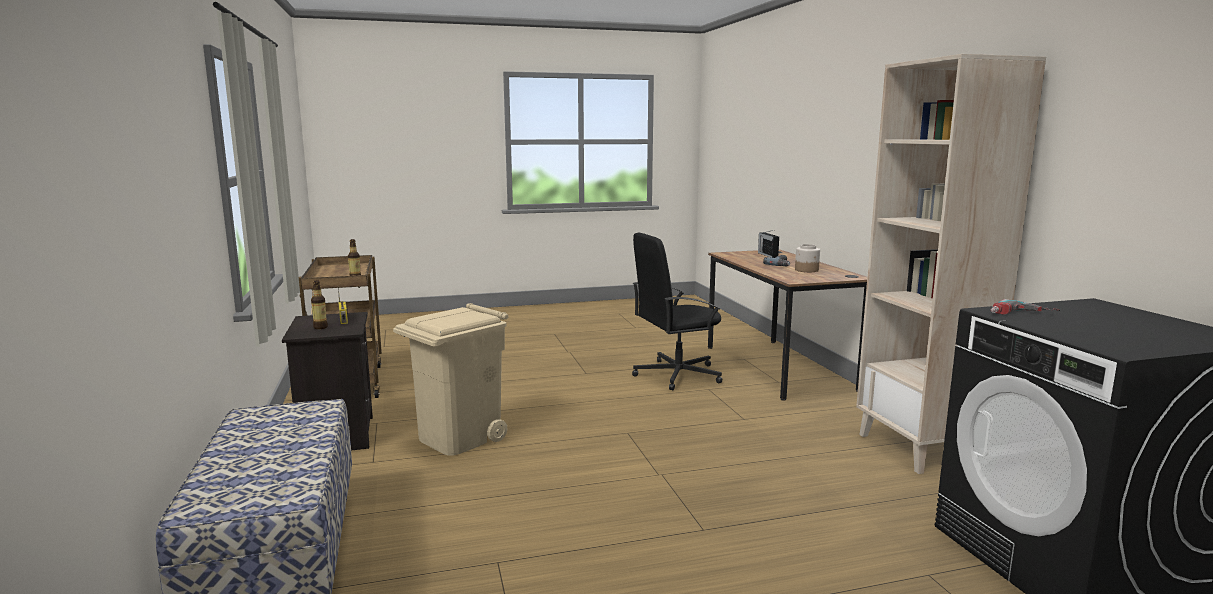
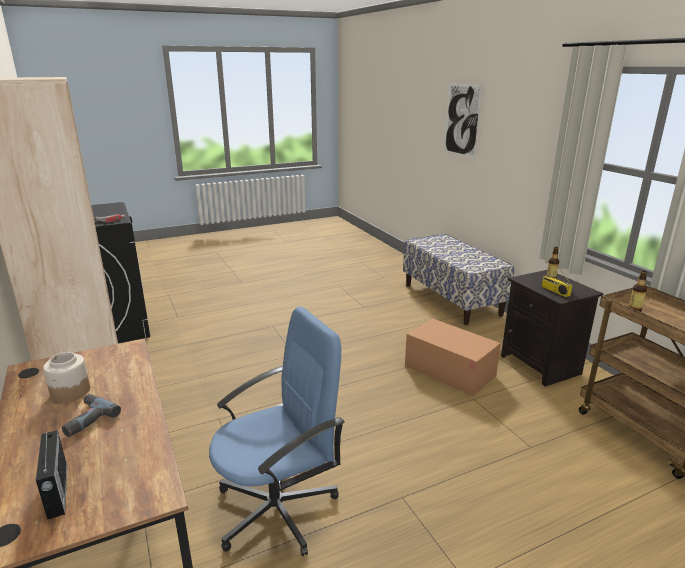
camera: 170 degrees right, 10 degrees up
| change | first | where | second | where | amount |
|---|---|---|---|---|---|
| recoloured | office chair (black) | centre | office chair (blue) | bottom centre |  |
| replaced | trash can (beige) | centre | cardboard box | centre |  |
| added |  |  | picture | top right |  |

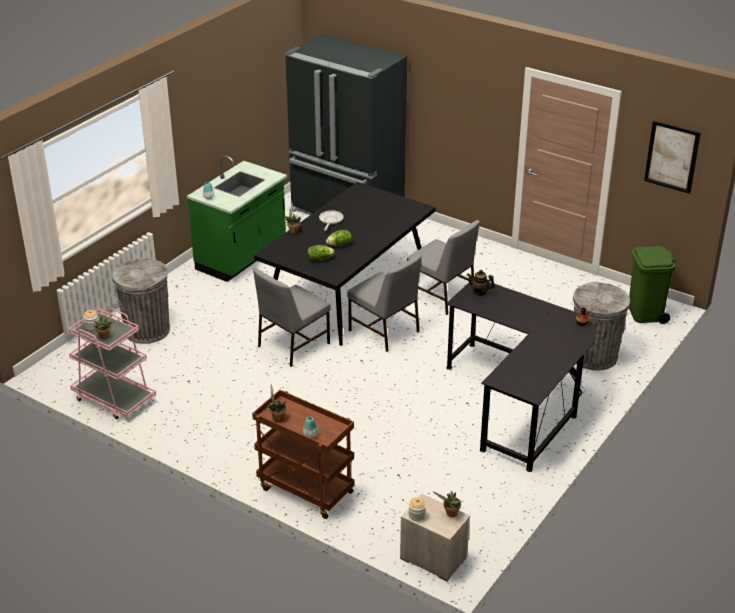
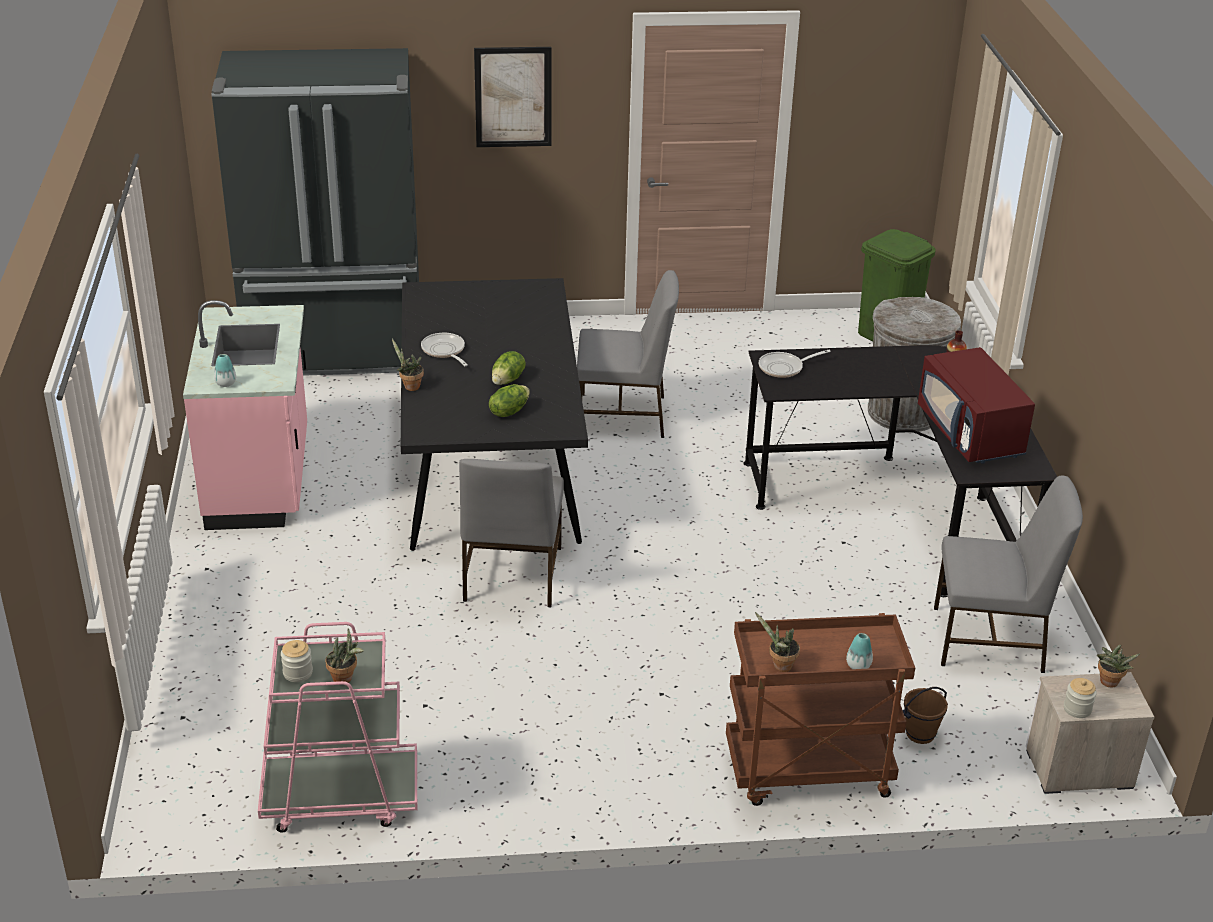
camera: 40 degrees left, 0 degrees up
| change | first | where | second | where | amount |
|---|---|---|---|---|---|
| recoloured | counter (green) | middle left | counter (pink) | middle left |  |
| moved | picture | top right |  | top centre |  |
| replaced | teapot | centre | frying pan (2nd from left) | centre |  |
| added |  |  | bucket (brown) | bottom right |  |
| added |  |  | microwave (red) | middle right |  |
| moved | chair (grey) (2nd from left in the first image) | centre | chair (grey) (3rd from left) | middle right |  |
| removed | trash can (grey) (1st from left) | middle left |  |  |  |

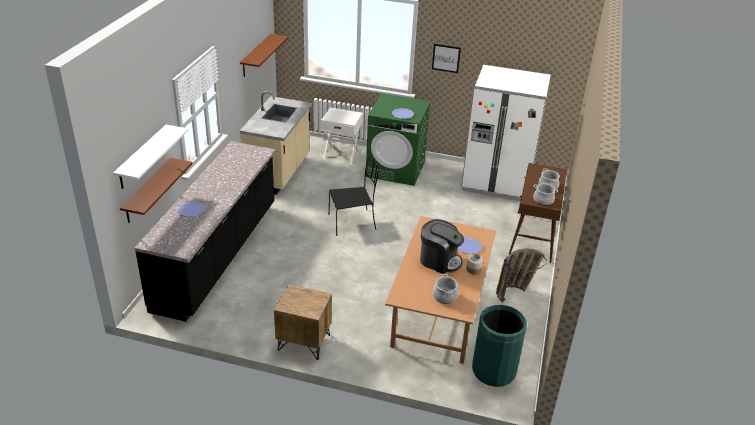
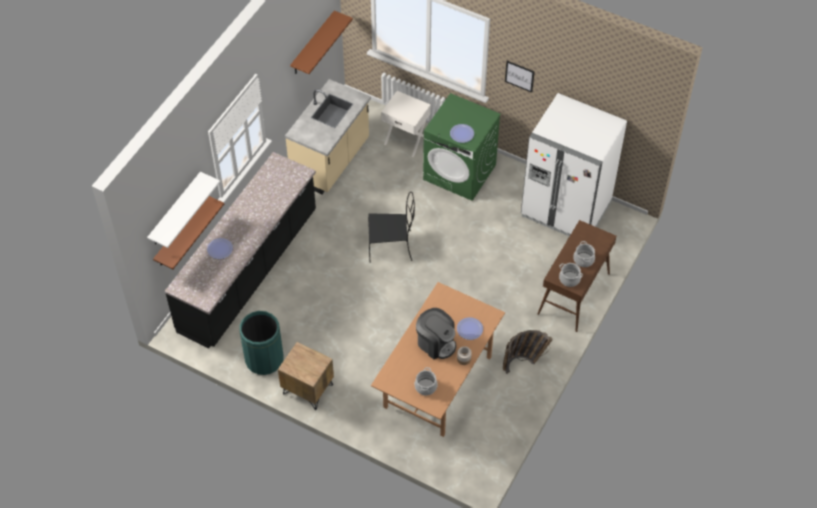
camera: 15 degrees right, 20 degrees up
| change | first | where | second | where | amount |
|---|---|---|---|---|---|
| moved | trash can (green) | bottom centre |  | bottom left |  |

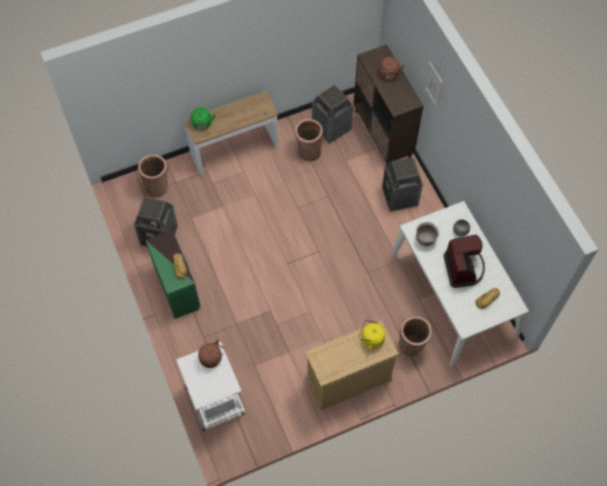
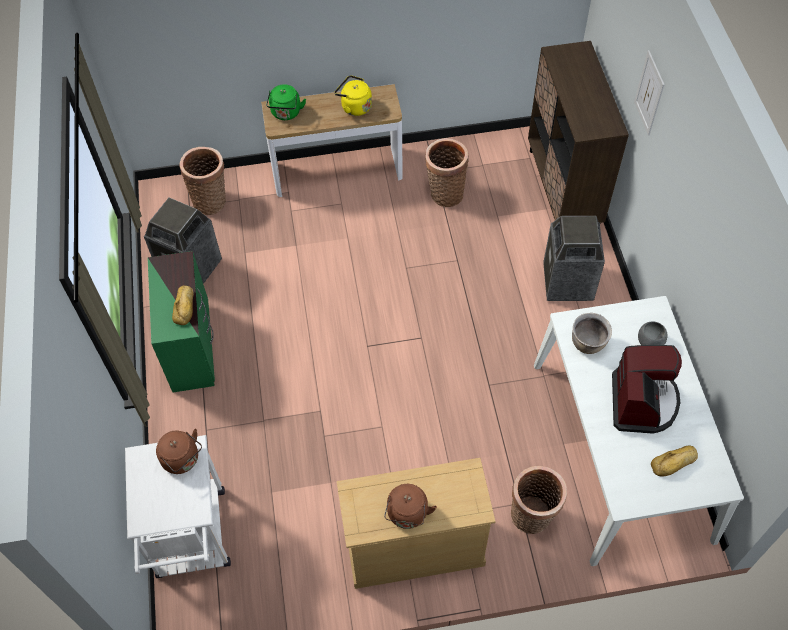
camera: 15 degrees right, 5 degrees down
| change | first | where | second | where | amount |
|---|---|---|---|---|---|
| moved | kettle (yellow) | bottom centre |  | top centre |  |
| moved | kettle (brown) (2nd from left) | top centre |  | bottom centre |  |
| removed | trash can (2nd from left) | top centre |  |  |  |

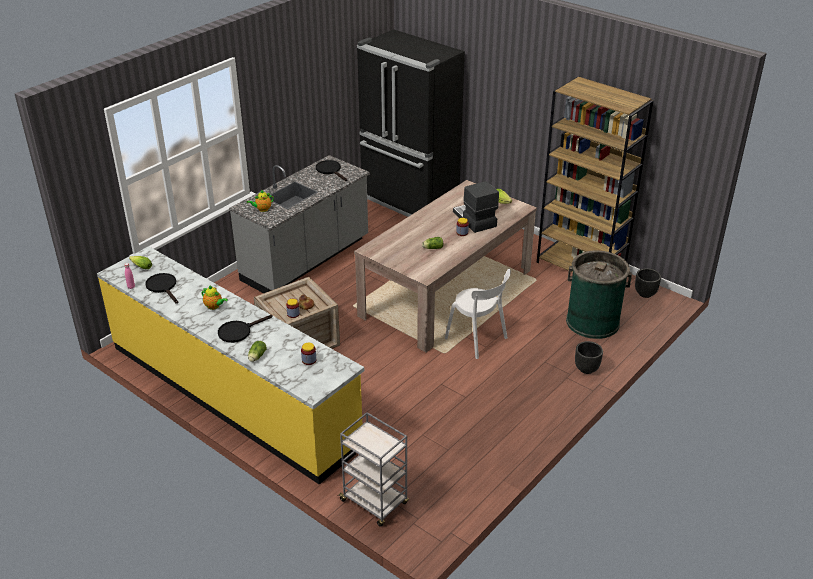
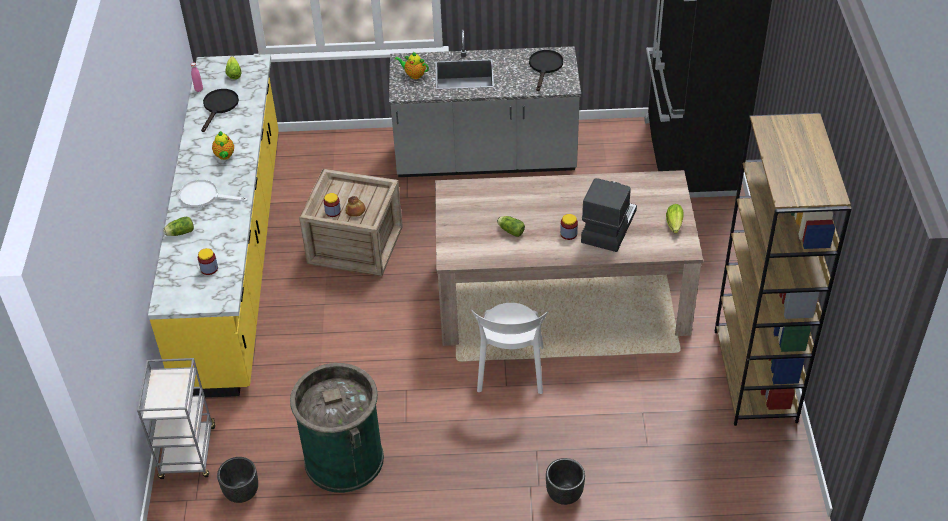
camera: 50 degrees right, 10 degrees up
| change | first | where | second | where | amount |
|---|---|---|---|---|---|
| recoloured | frying pan (black) (2nd from left) | middle left | frying pan (white) | middle left |  |
| moved | planter (black) (2nd from left in the first image) | middle right | planter (black) (1st from left) | bottom left |  |
| moved | trash can (green) | middle right |  | bottom centre |  |

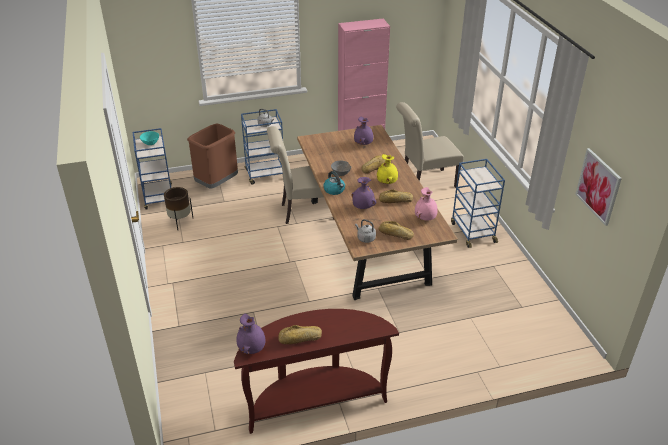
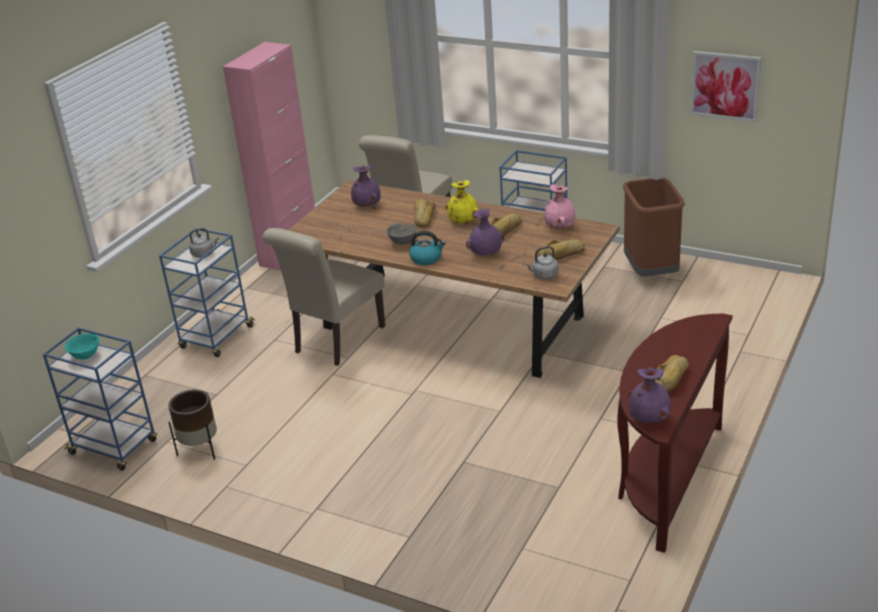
camera: 45 degrees left, 5 degrees down
| change | first | where | second | where | amount |
|---|---|---|---|---|---|
| moved | trash can (brown) | middle left |  | middle right |  |

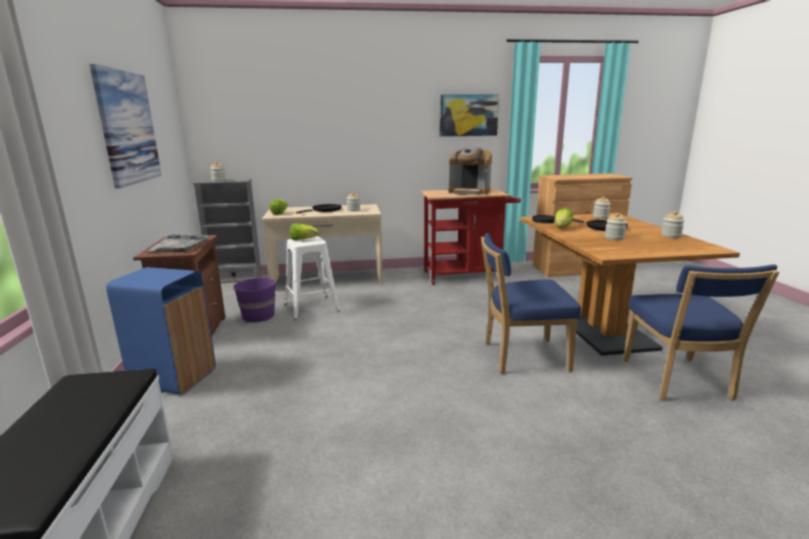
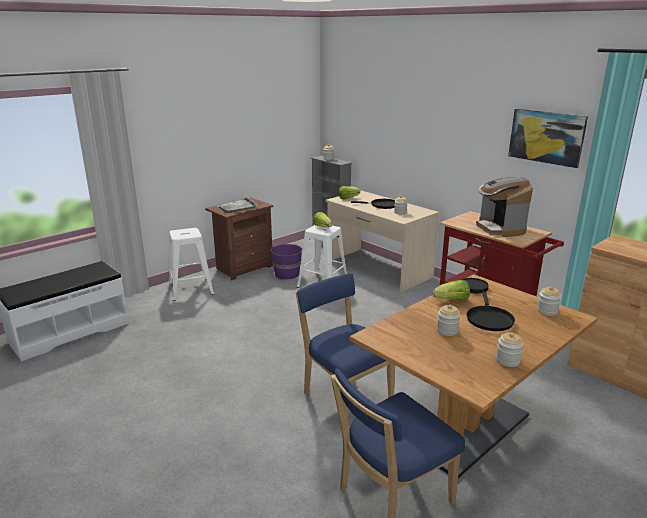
camera: 55 degrees right, 5 degrees up
| change | first | where | second | where | amount |
|---|---|---|---|---|---|
| replaced | trash can (blue) | middle left | stool (white) (1st from left) | middle left |  |
| removed | picture (1st from left) | top left |  |  |  |

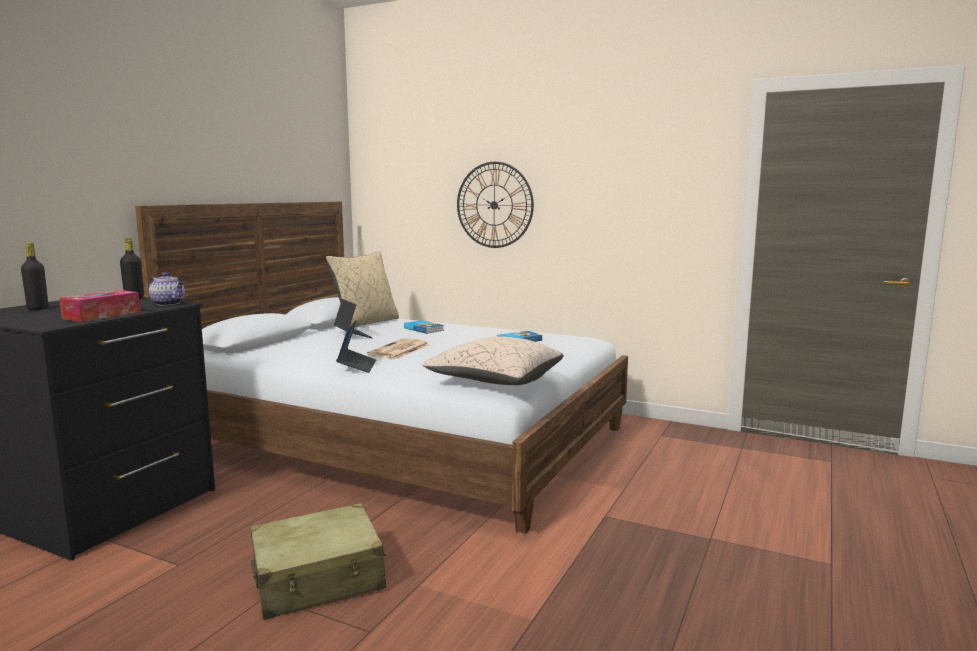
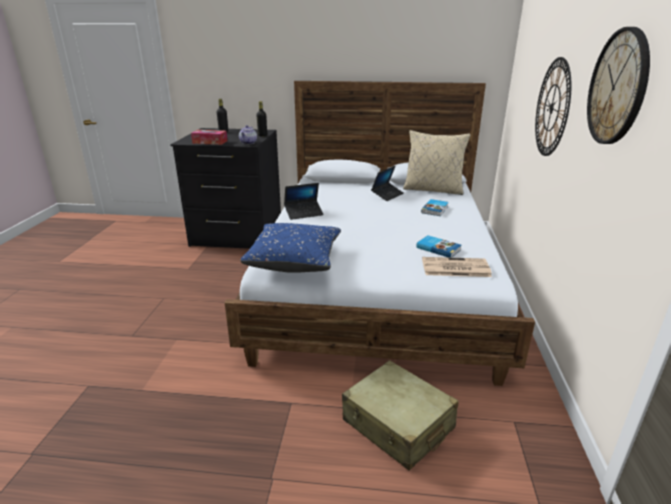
camera: 70 degrees right, 15 degrees up
| change | first | where | second | where | amount |
|---|---|---|---|---|---|
| recoloured | pillow (beige) (2nd from left) | centre | pillow (blue) | centre |  |
| moved | suitcase (beige) | bottom left |  | bottom centre |  |
| moved | newspaper | centre |  | middle right |  |
| added |  |  | wall clock (2nd from left) | top right |  |

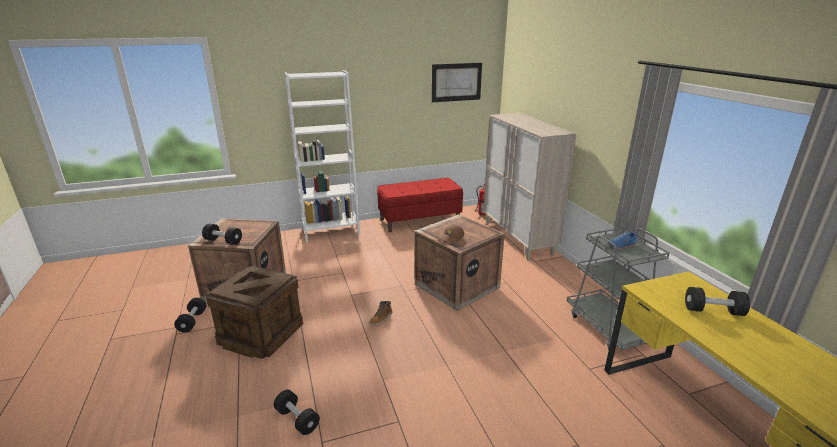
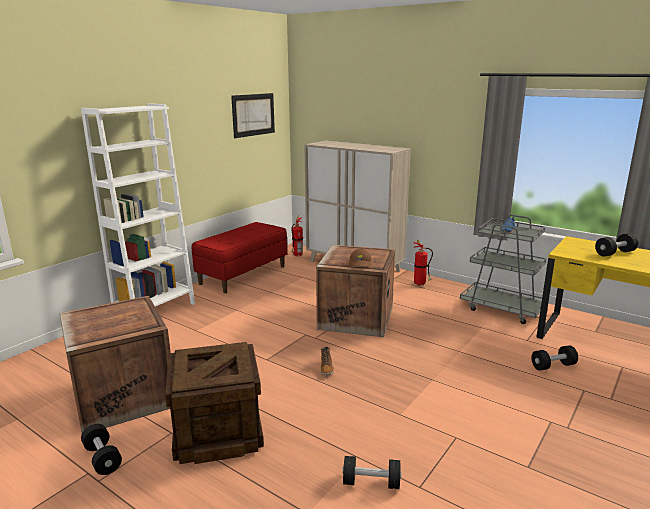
camera: 35 degrees left, 5 degrees down
| change | first | where | second | where | amount |
|---|---|---|---|---|---|
| added |  |  | fire extinguisher (2nd from left) | centre |  |
| moved | dumbbell (black) (2nd from left in the first image) | middle left | dumbbell (black) (3rd from left) | bottom right |  |

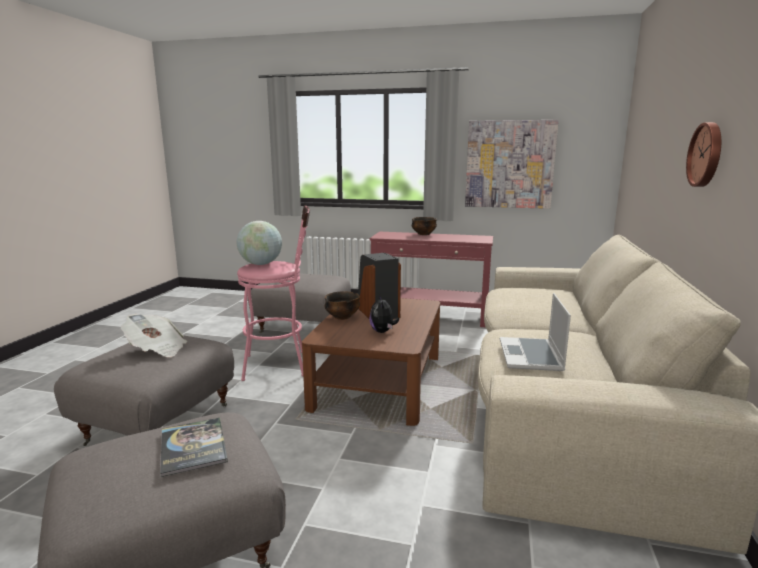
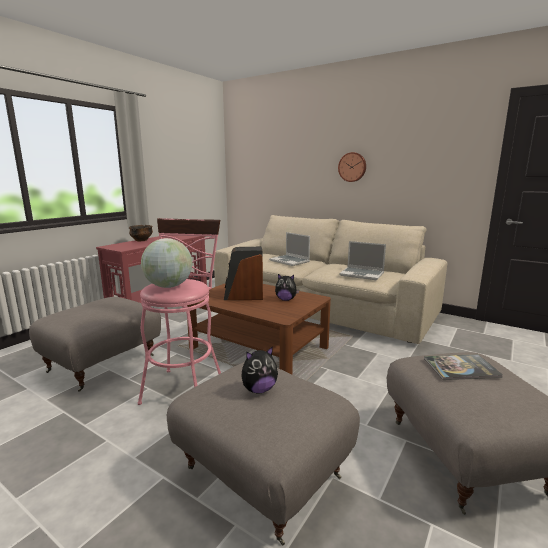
camera: 70 degrees left, 0 degrees up
| change | first | where | second | where | amount |
|---|---|---|---|---|---|
| replaced | newspaper | middle left | plush toy (1st from left) | bottom centre |  |
| added |  |  | laptop (1st from left) | centre |  |
| removed | bowl (1st from left) | centre |  |  |  |
| removed | picture | top right |  |  |  |

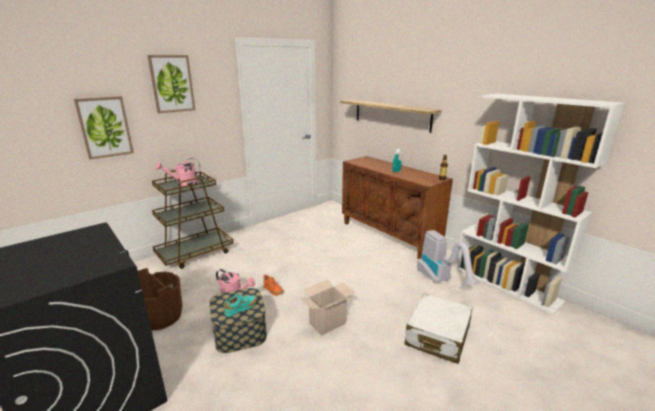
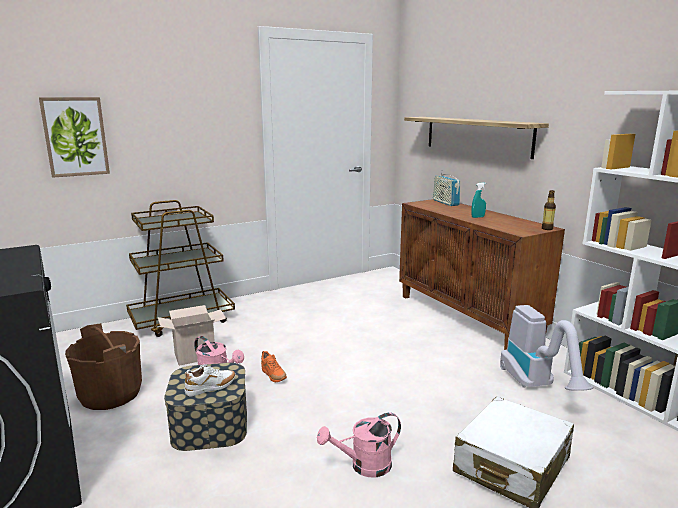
camera: 10 degrees right, 5 degrees down
| change | first | where | second | where | amount |
|---|---|---|---|---|---|
| moved | cardboard box | bottom centre |  | middle left |  |
| recoloured | shoe (turquoise) | bottom centre | shoe (white) | bottom left |  |
| moved | watering can (pink) (1st from left in the first image) | middle left | watering can (pink) (2nd from left) | bottom centre |  |
| added |  |  | radio | centre |  |
| removed | picture (2nd from left) | top left |  |  |  |

